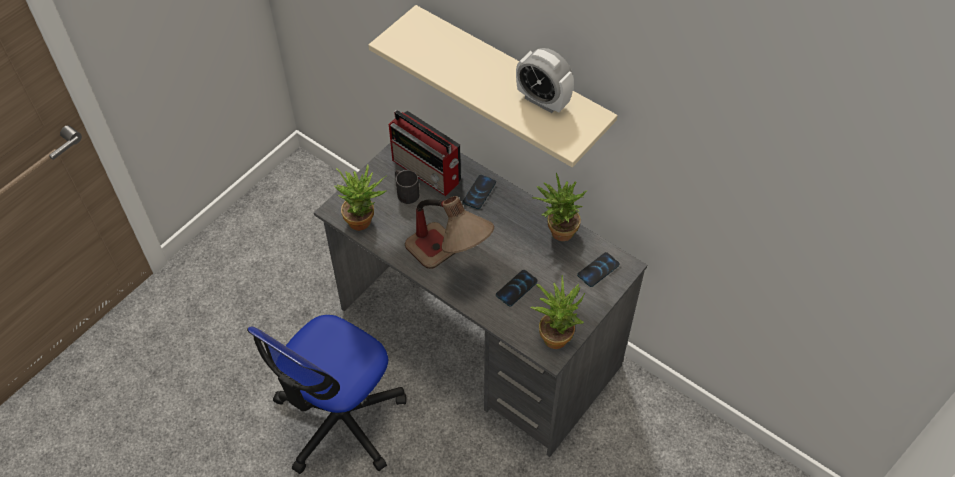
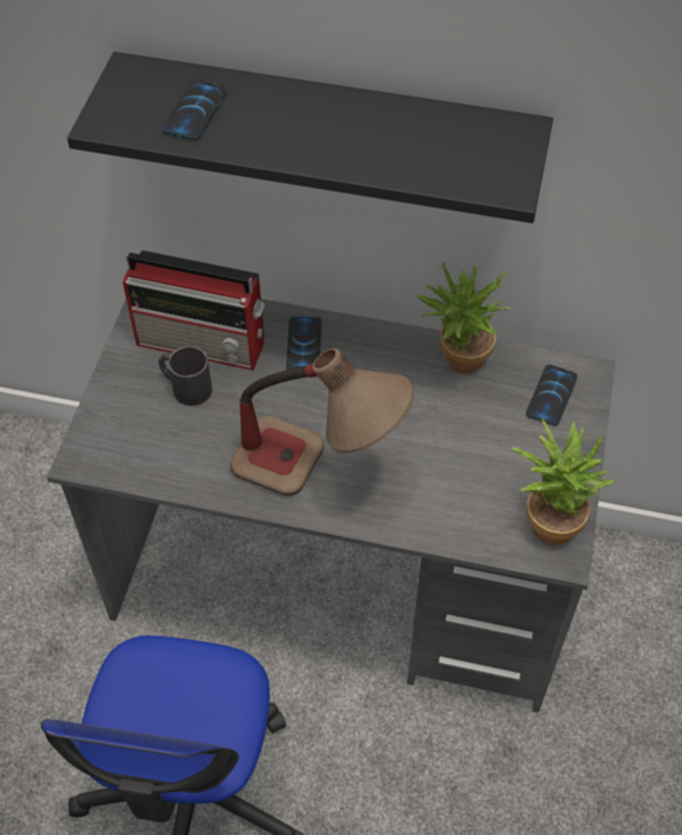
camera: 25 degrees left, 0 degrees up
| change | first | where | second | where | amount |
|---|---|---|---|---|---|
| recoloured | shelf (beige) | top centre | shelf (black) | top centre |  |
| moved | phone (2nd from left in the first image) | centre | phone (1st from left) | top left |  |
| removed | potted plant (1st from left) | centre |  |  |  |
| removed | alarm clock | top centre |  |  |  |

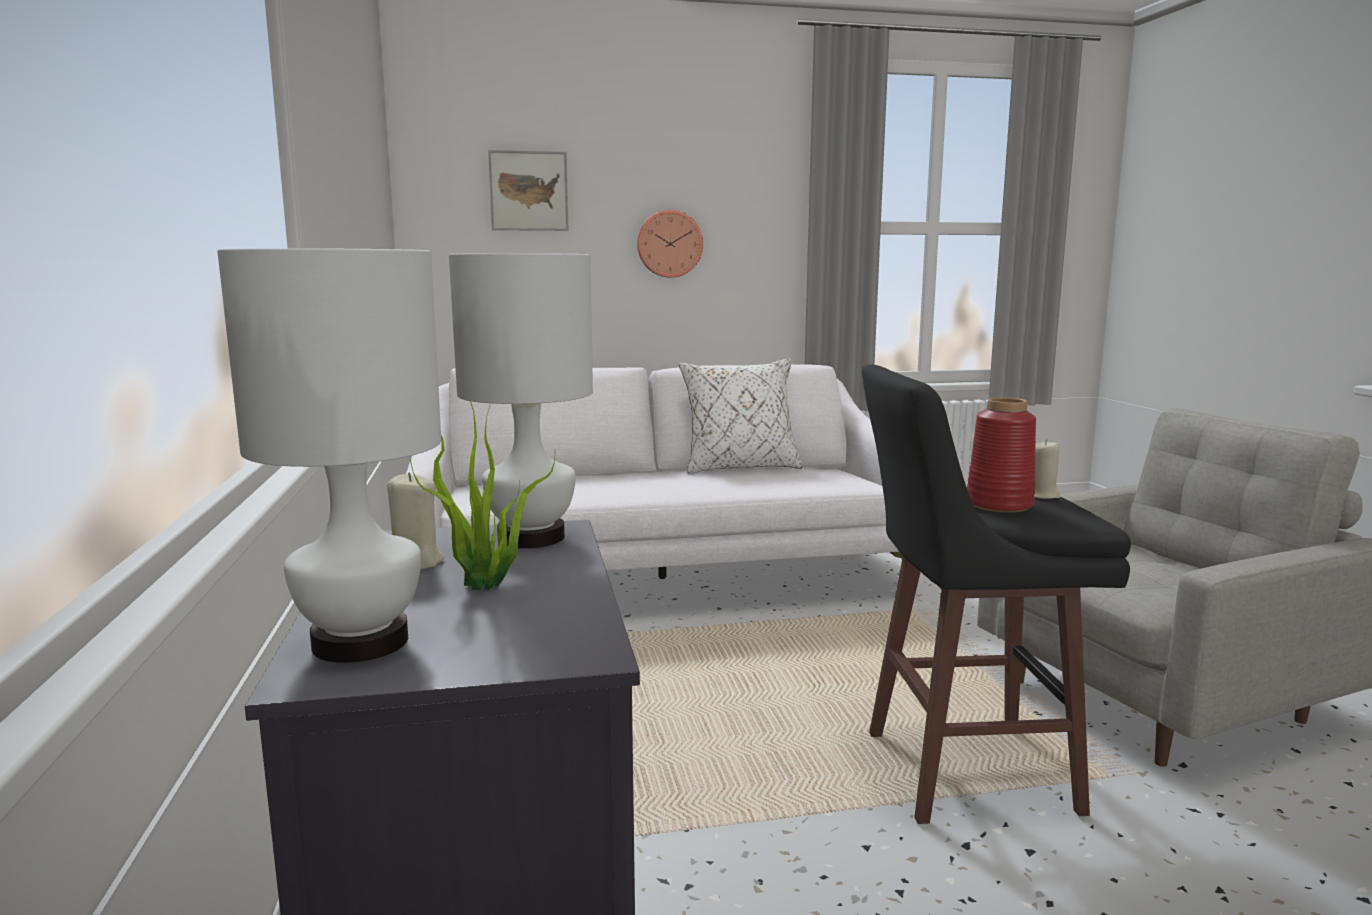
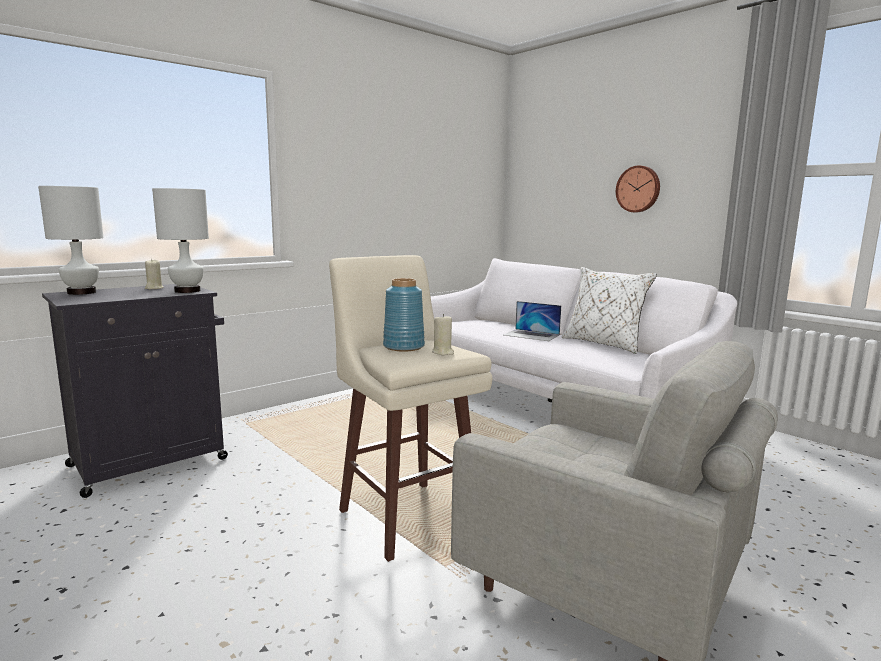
camera: 60 degrees right, 0 degrees up
| change | first | where | second | where | amount |
|---|---|---|---|---|---|
| recoloured | stool (black) | middle right | stool (beige) | centre |  |
| recoloured | vase (red) | middle right | vase (blue) | centre |  |
| added |  |  | laptop | centre |  |
| removed | potted plant | centre |  |  |  |
| removed | picture | top centre |  |  |  |

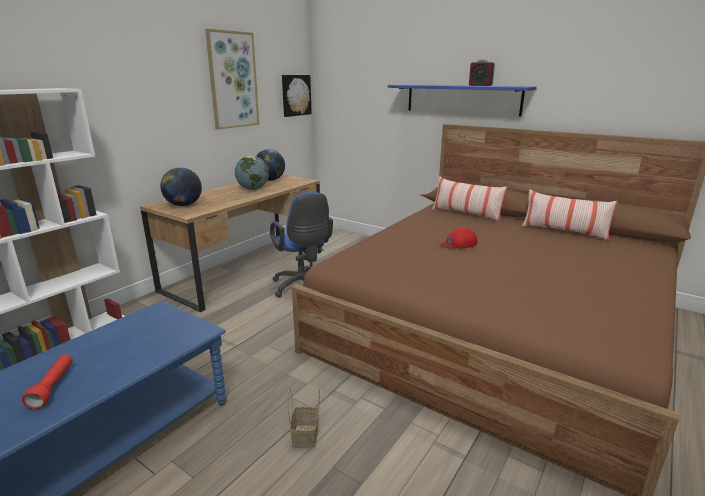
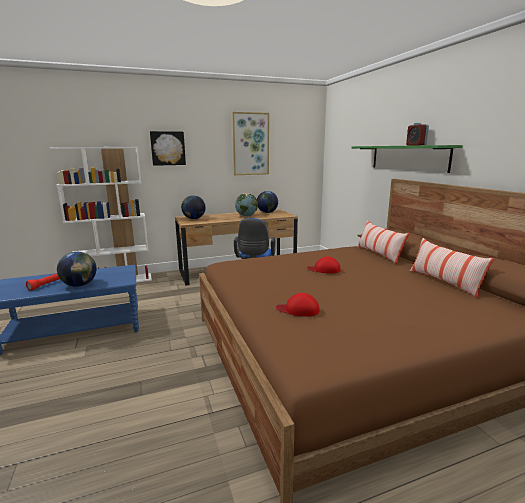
camera: 35 degrees right, 5 degrees down
| change | first | where | second | where | amount |
|---|---|---|---|---|---|
| added |  |  | globe (1st from left) | middle left |  |
| moved | picture (2nd from left in the first image) | top centre | picture (1st from left) | top left |  |
| added |  |  | cap (red) (1st from left) | centre |  |
| recoloured | shelf (blue) | top centre | shelf (green) | top right |  |
| removed | basket | bottom centre |  |  |  |

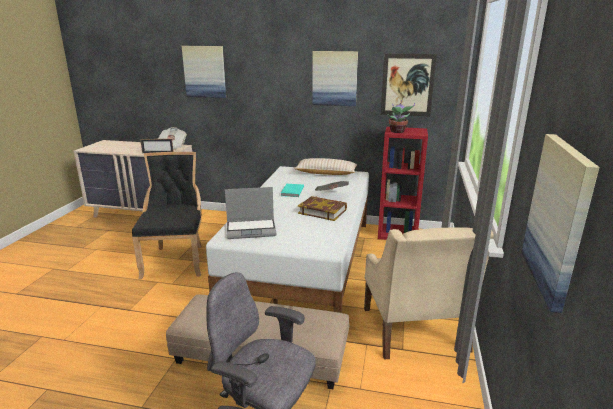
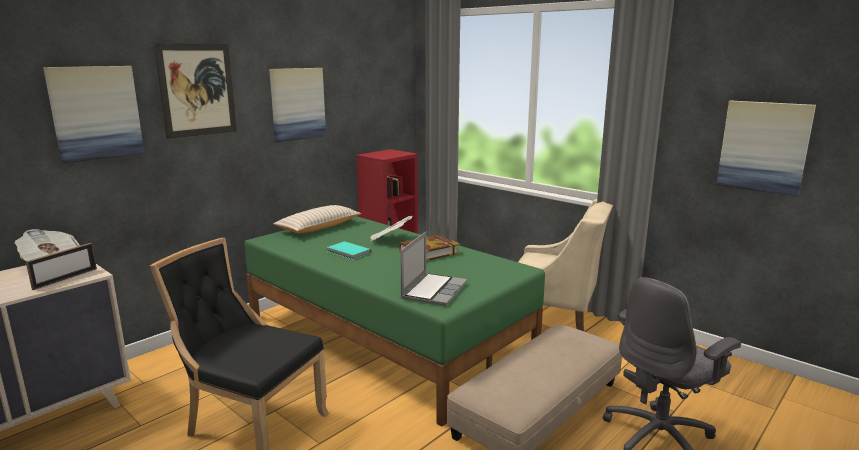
camera: 60 degrees left, 5 degrees down
| change | first | where | second | where | amount |
|---|---|---|---|---|---|
| moved | picture (3rd from left in the first image) | top right | picture (2nd from left) | top left |  |
| recoloured | bed (white) | centre | bed (green) | bottom centre |  |
| removed | potted plant | top centre |  |  |  |

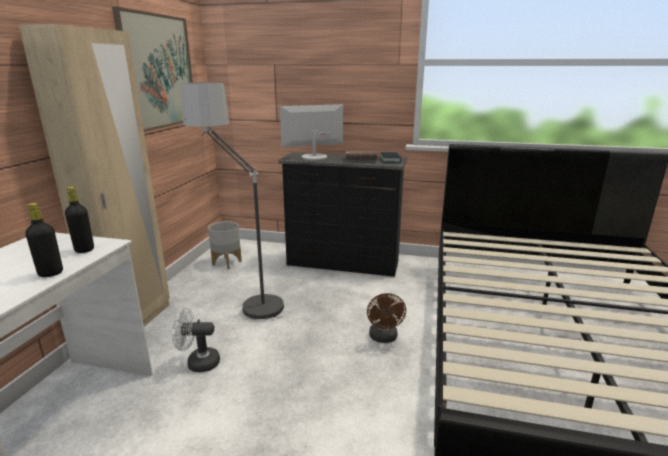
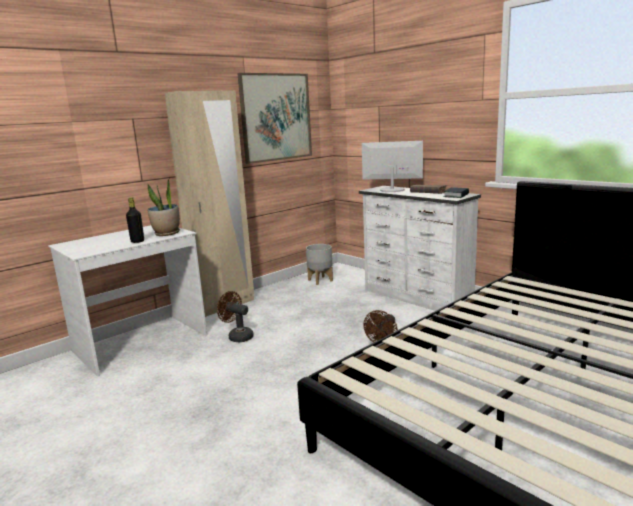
camera: 35 degrees right, 5 degrees down
| change | first | where | second | where | amount |
|---|---|---|---|---|---|
| replaced | bottle (black) (2nd from left) | middle left | potted plant | middle left |  |
| recoloured | fan (white) | bottom left | fan (brown) (1st from left) | centre |  |
| recoloured | dresser (black) | centre | dresser (white) | centre |  |
| removed | floor lamp | centre |  |  |  |

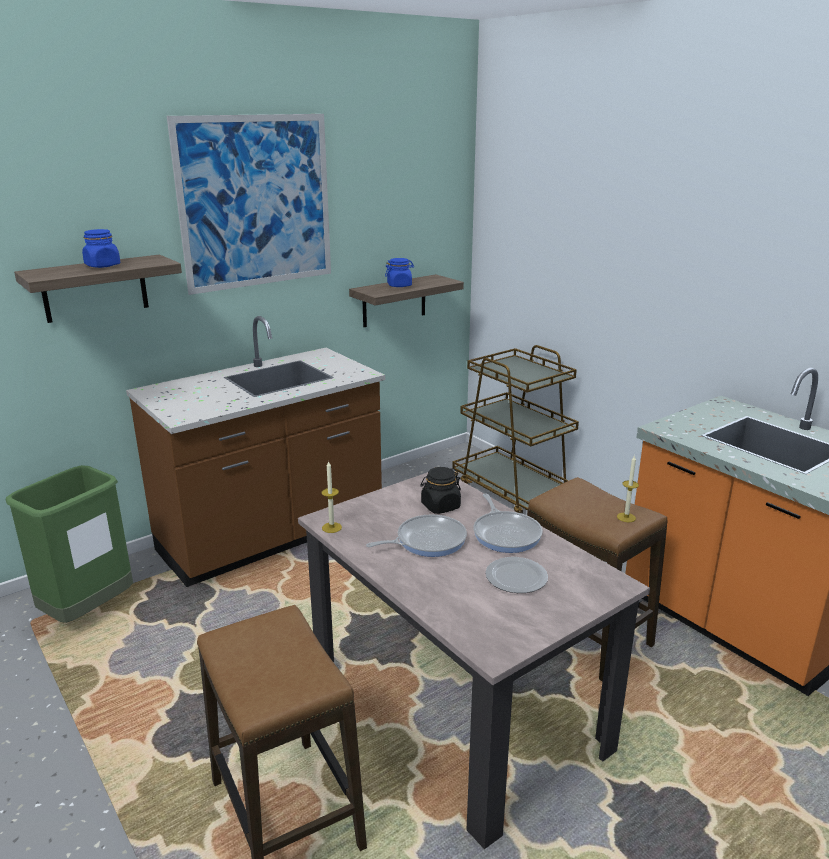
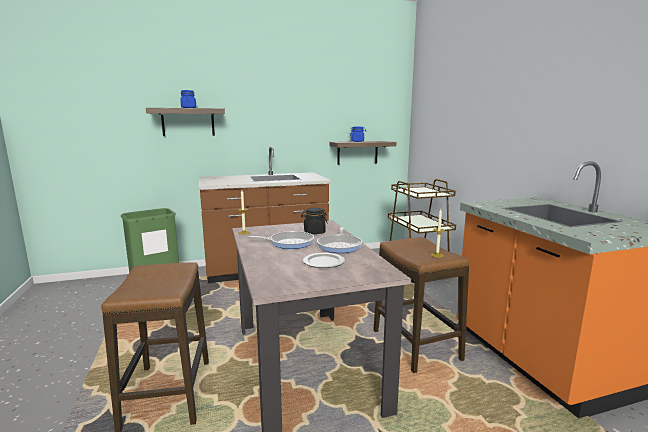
camera: 20 degrees right, 10 degrees down
| change | first | where | second | where | amount |
|---|---|---|---|---|---|
| removed | picture | top left |  |  |  |

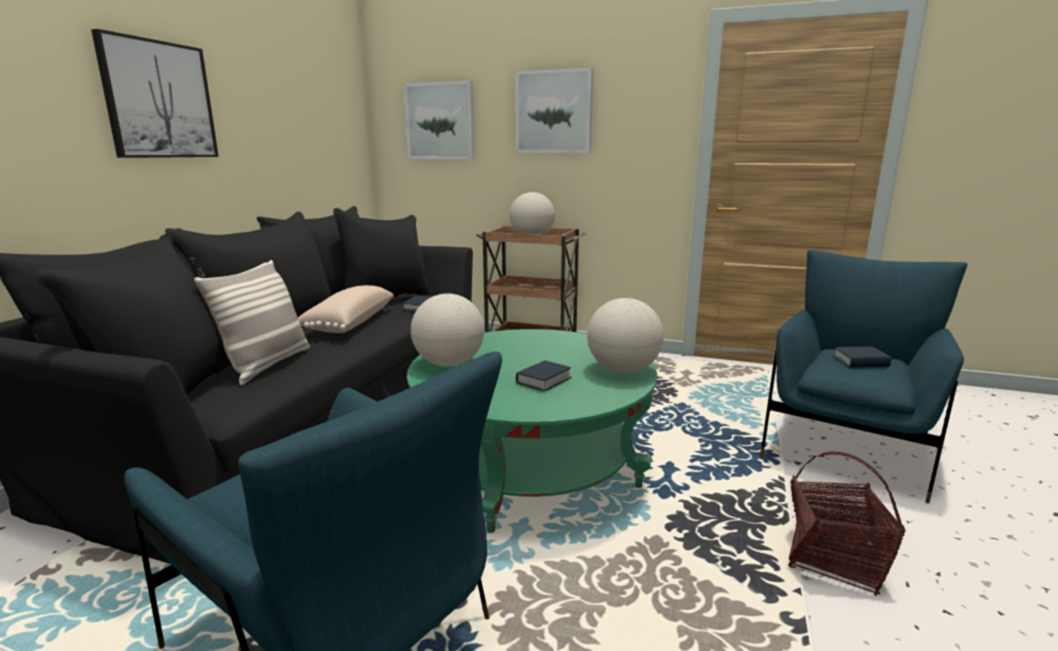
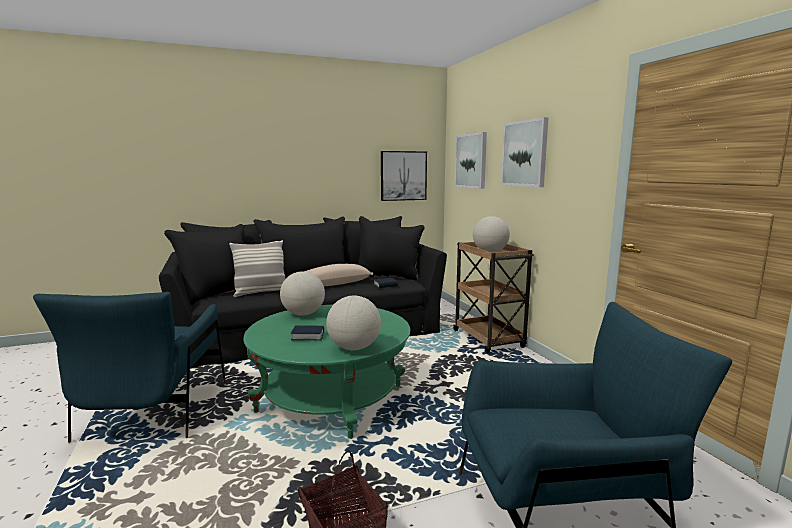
camera: 50 degrees right, 5 degrees down
| change | first | where | second | where | amount |
|---|---|---|---|---|---|
| moved | picture (1st from left) | top left |  | centre |  |
| removed | book (3rd from left) | middle right |  |  |  |

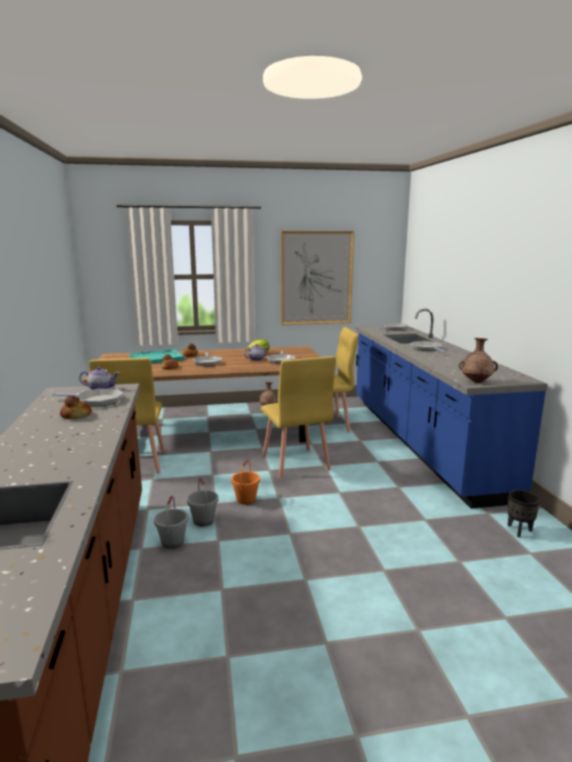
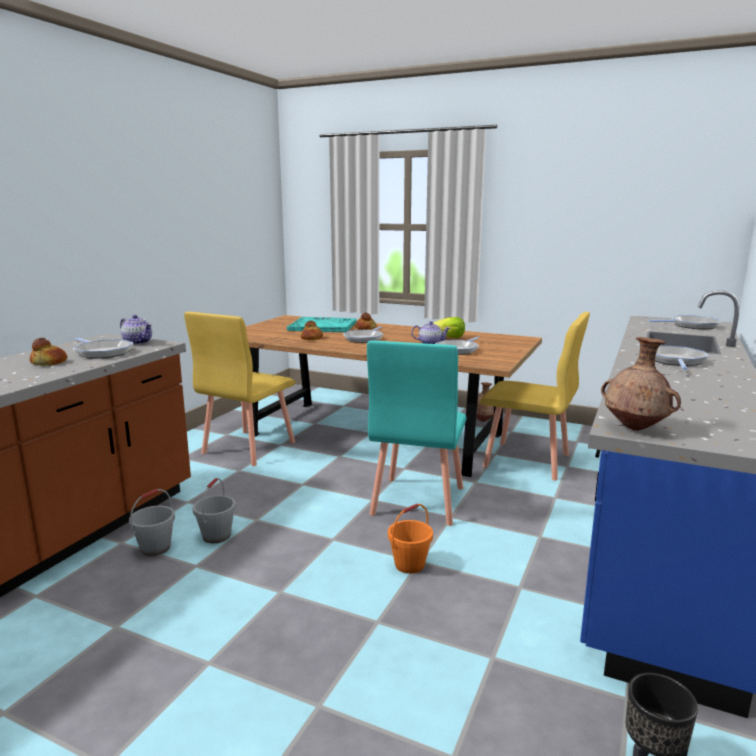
camera: 35 degrees right, 0 degrees up
| change | first | where | second | where | amount |
|---|---|---|---|---|---|
| recoloured | chair (yellow) (2nd from left) | centre | chair (turquoise) | centre |  |
| moved | bucket (orange) | centre |  | bottom centre |  |
| removed | picture | centre |  |  |  |

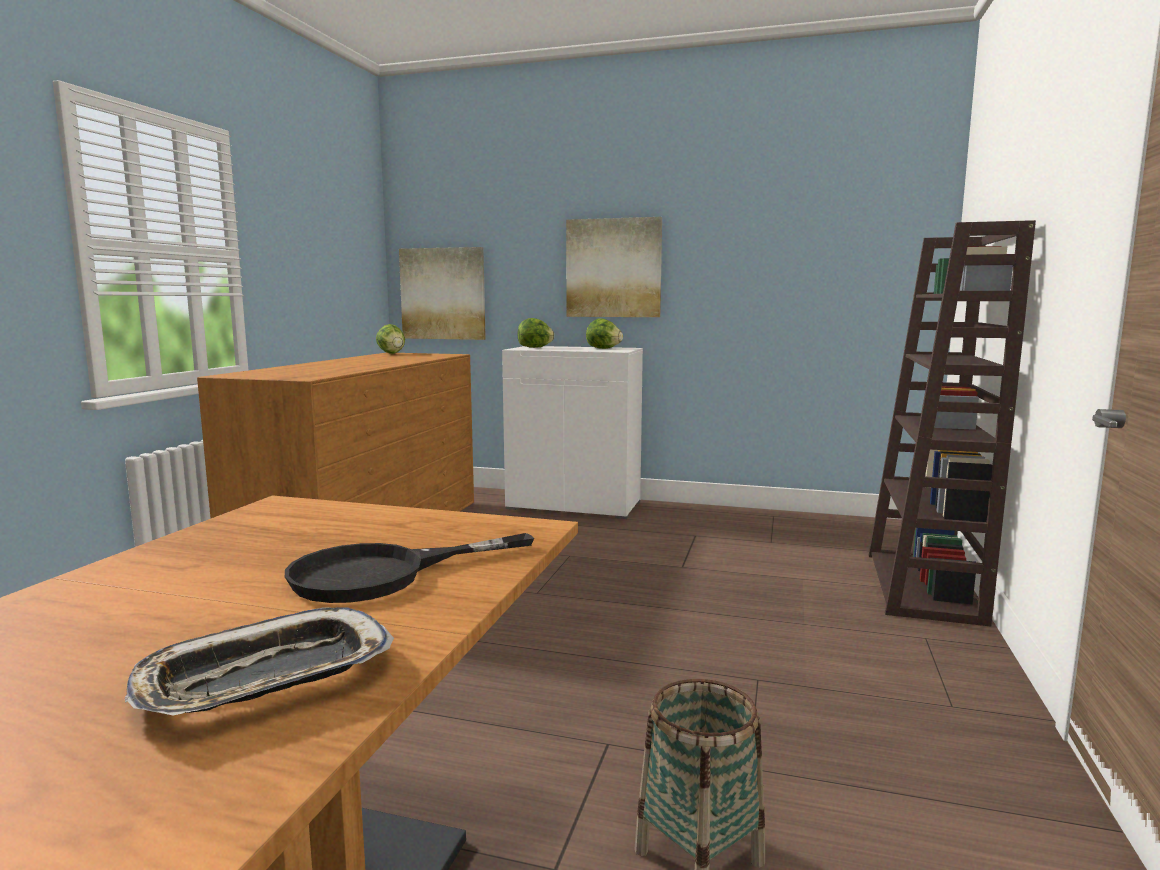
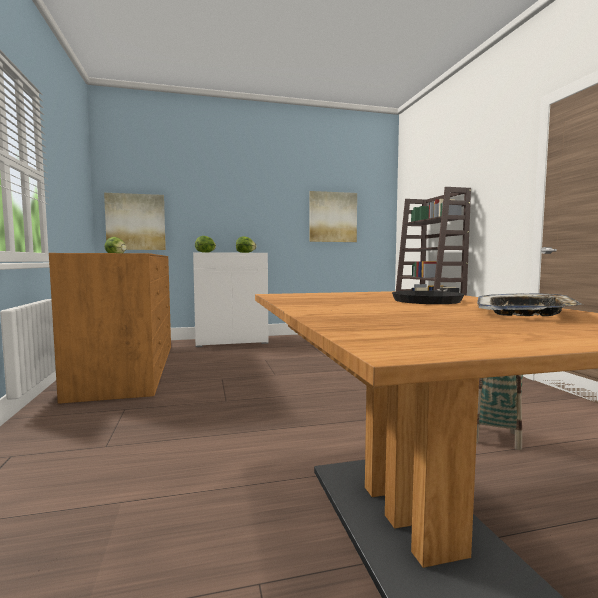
camera: 30 degrees left, 5 degrees down
| change | first | where | second | where | amount |
|---|---|---|---|---|---|
| moved | picture (2nd from left) | top centre |  | centre |  |

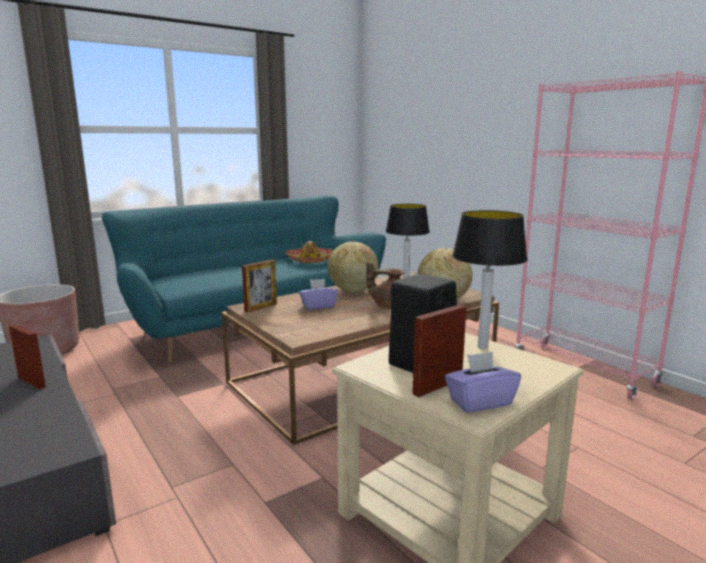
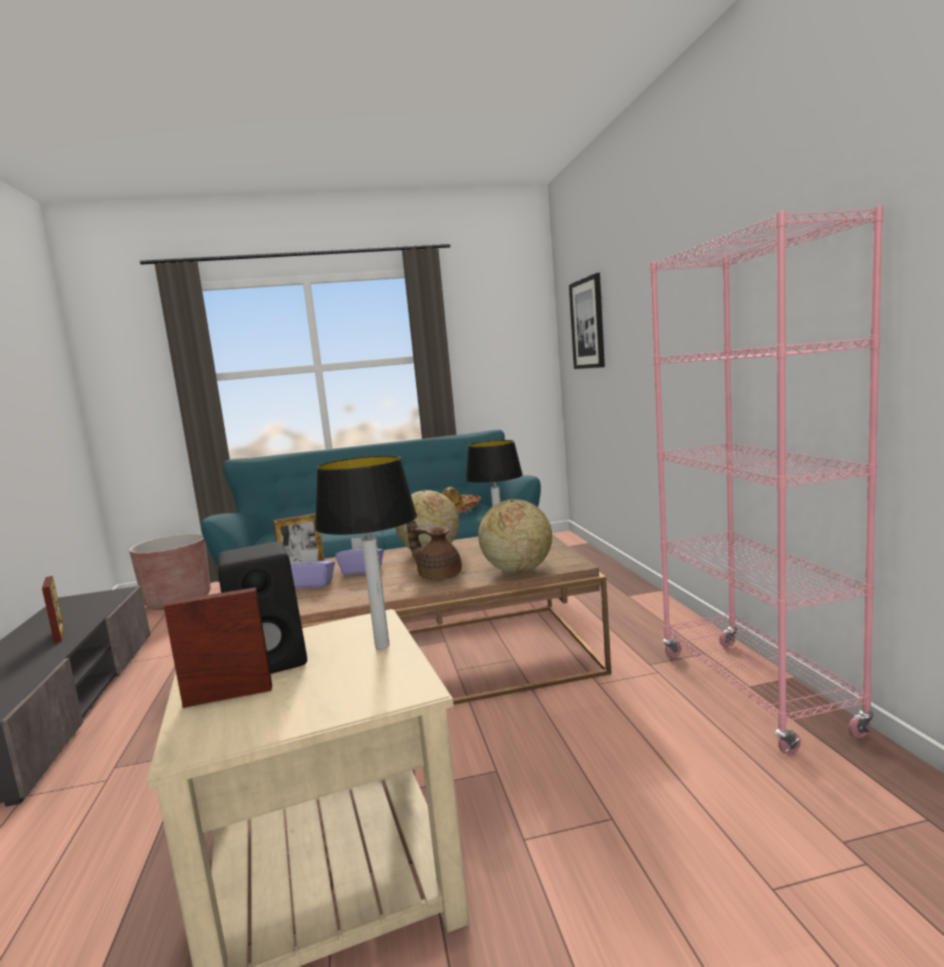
camera: 25 degrees right, 5 degrees down
| change | first | where | second | where | amount |
|---|---|---|---|---|---|
| moved | tissue box (purple) (2nd from left in the first image) | bottom right | tissue box (purple) (1st from left) | middle left |  |
| added |  |  | picture | top centre |  |

